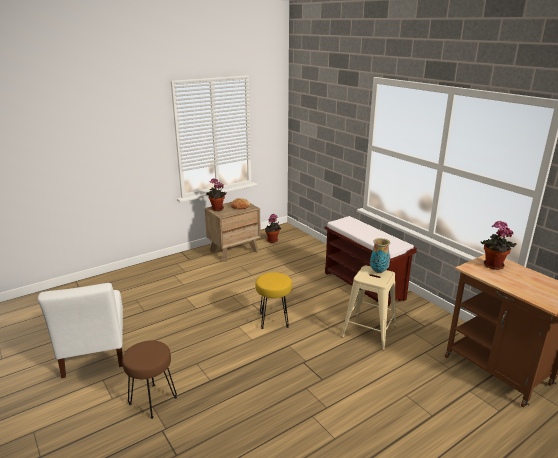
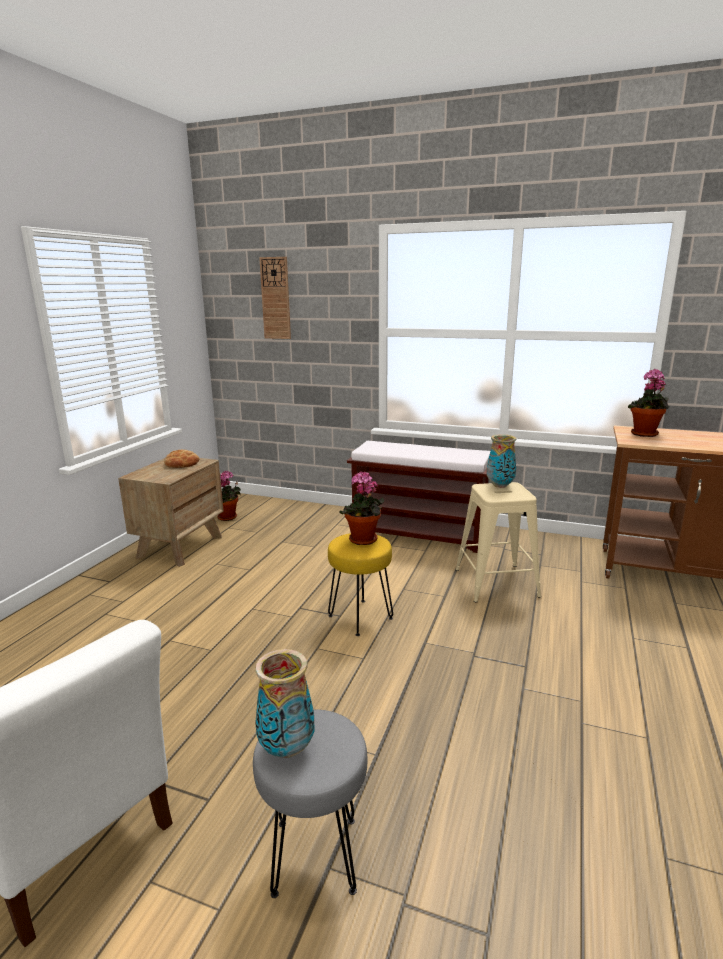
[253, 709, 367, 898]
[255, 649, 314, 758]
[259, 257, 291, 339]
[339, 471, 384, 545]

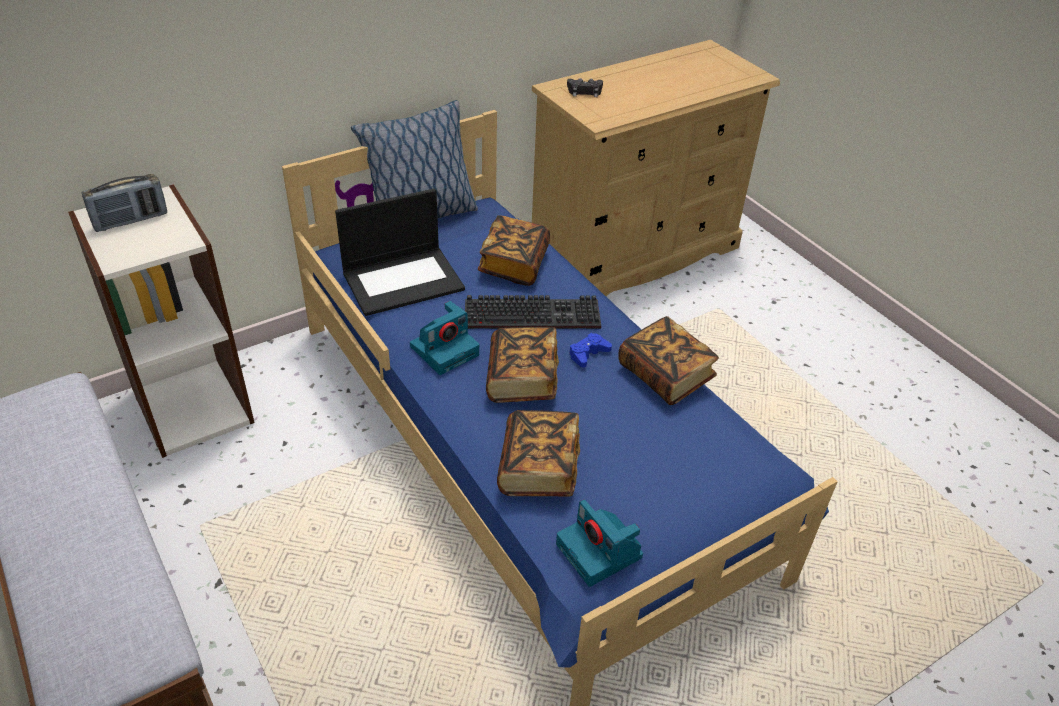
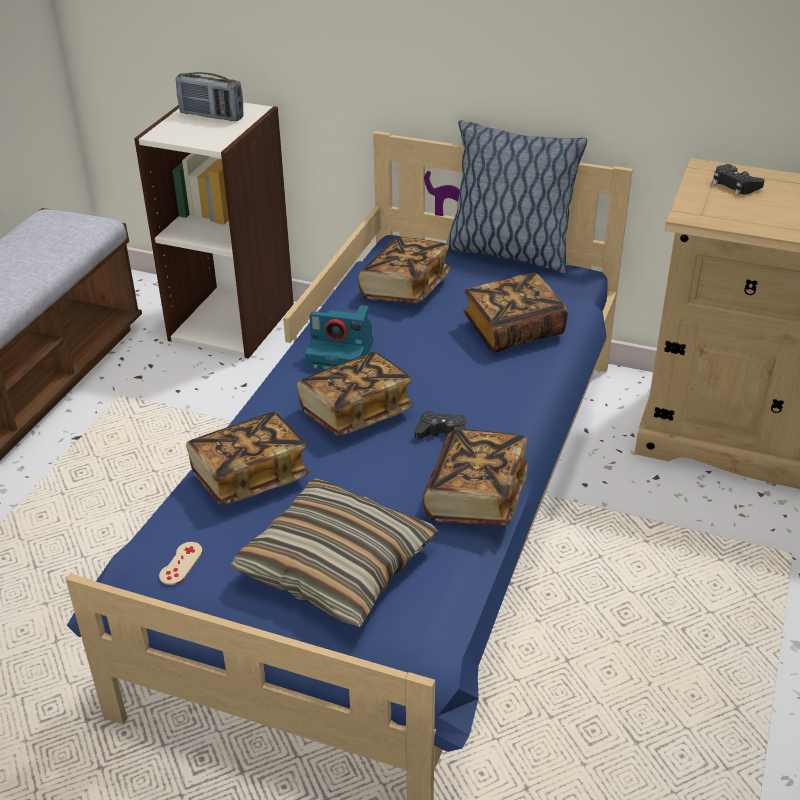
[159, 542, 203, 585]
[230, 478, 439, 627]
[358, 237, 451, 303]
[415, 411, 467, 439]
[465, 295, 601, 329] (first image)

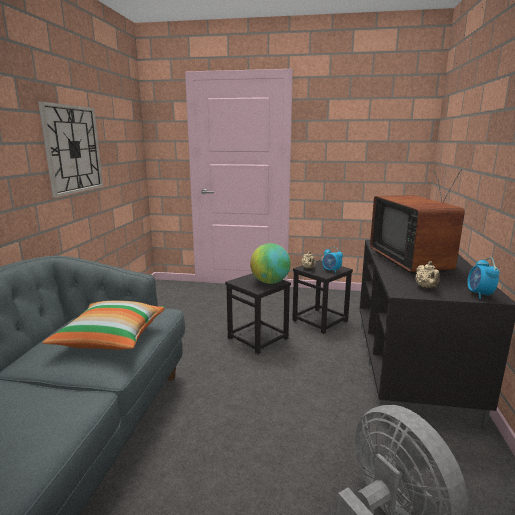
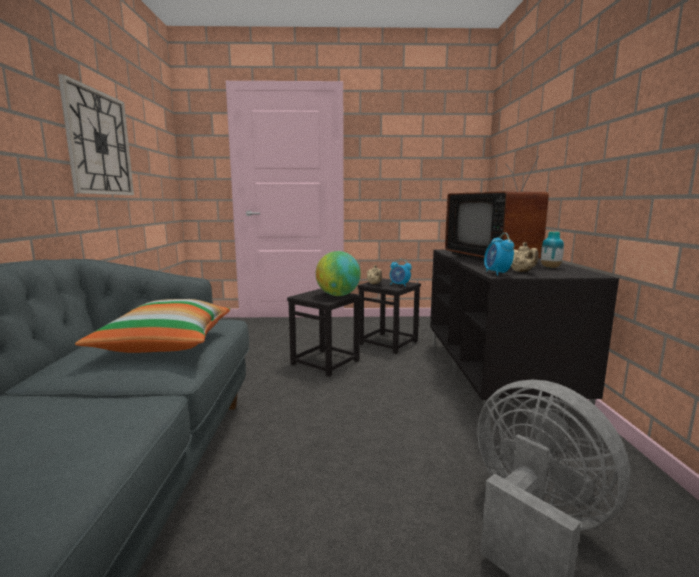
[484, 233, 514, 276]
[541, 231, 564, 268]

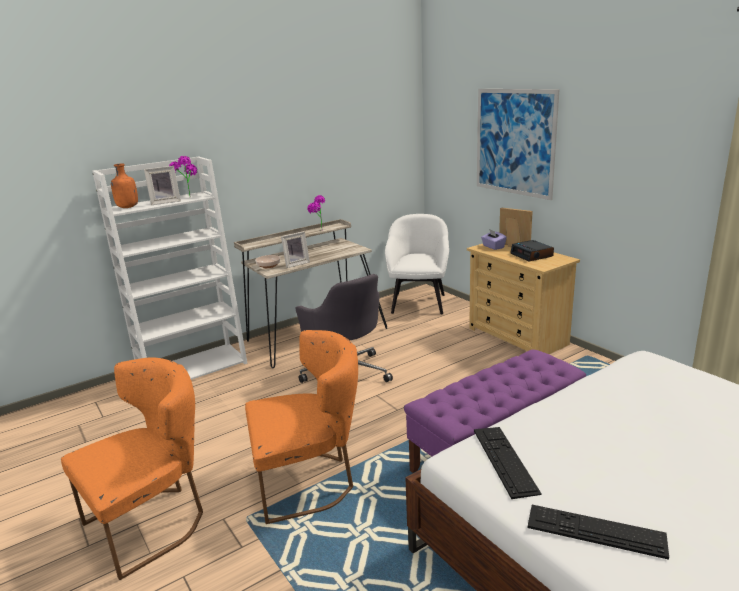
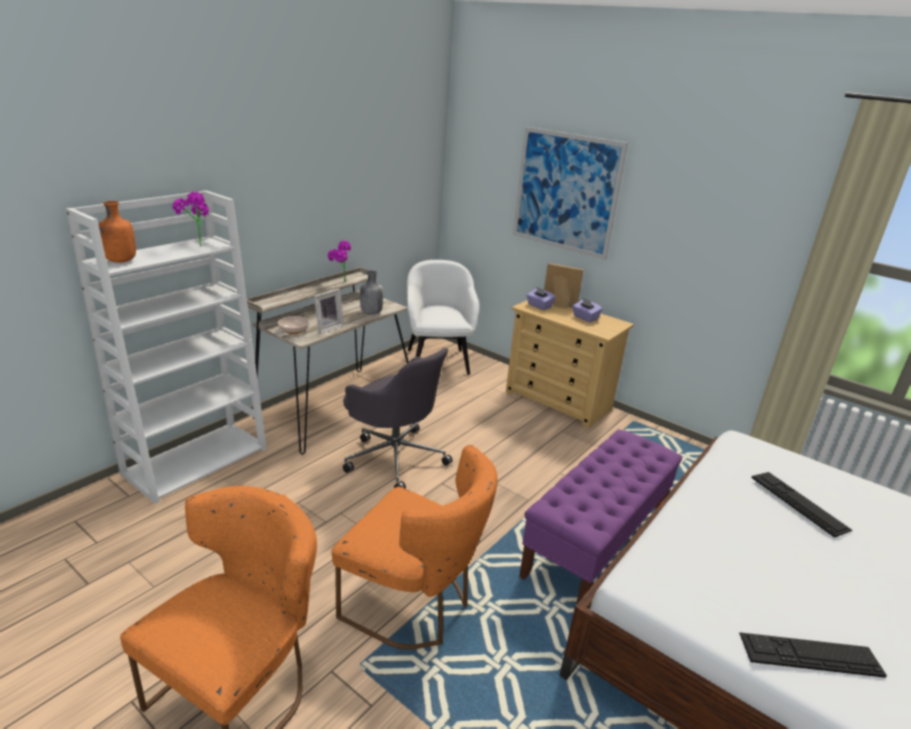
[332, 445, 497, 650]
[360, 271, 383, 315]
[572, 298, 603, 322]
[751, 472, 853, 538]
[144, 166, 181, 205] (first image)

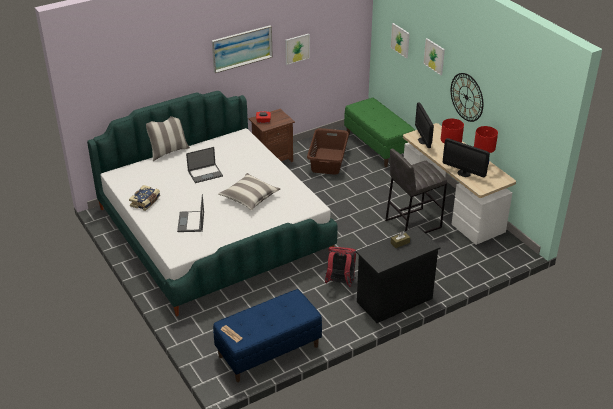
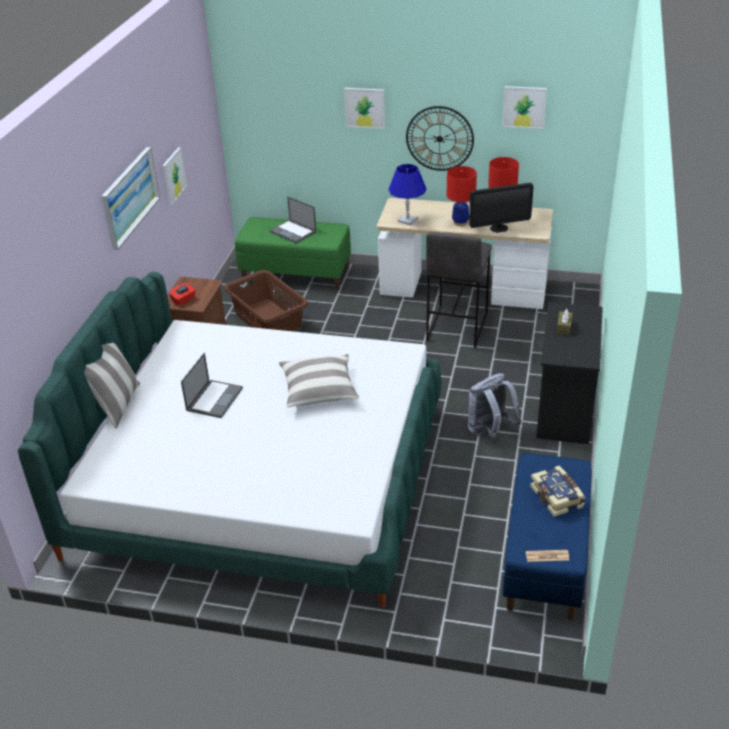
[269, 196, 316, 243]
[388, 164, 427, 225]
[468, 373, 522, 438]
[502, 86, 547, 129]
[530, 466, 585, 517]

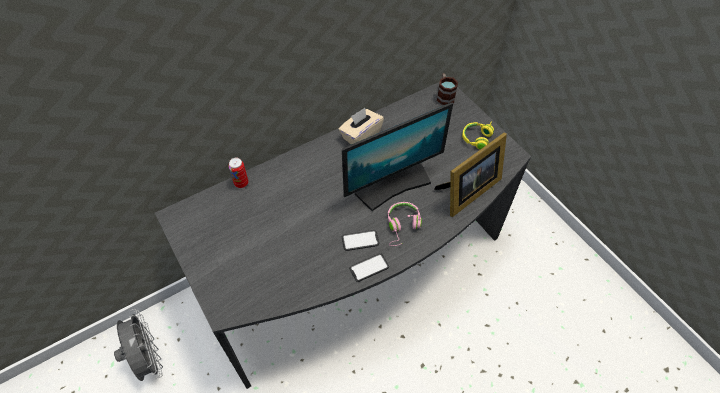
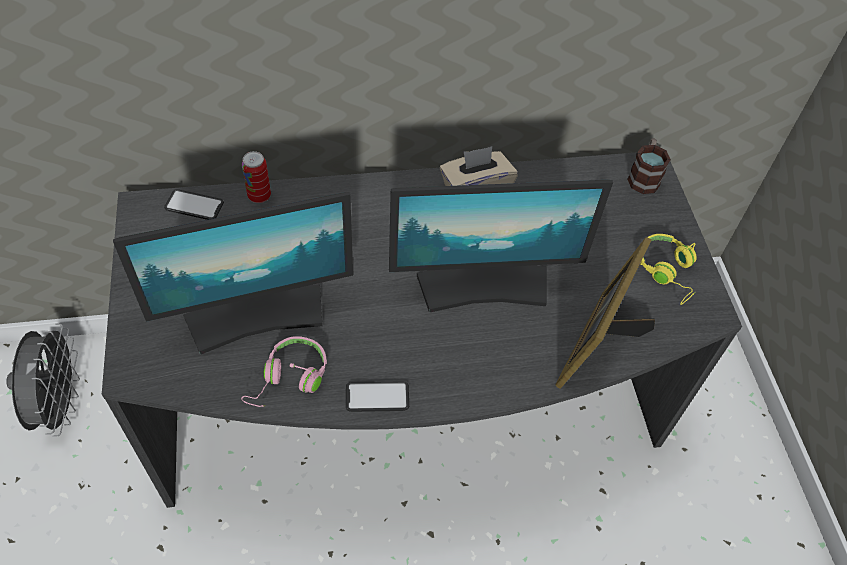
[113, 192, 353, 355]
[164, 189, 224, 220]
[241, 336, 327, 407]
[556, 237, 655, 389]

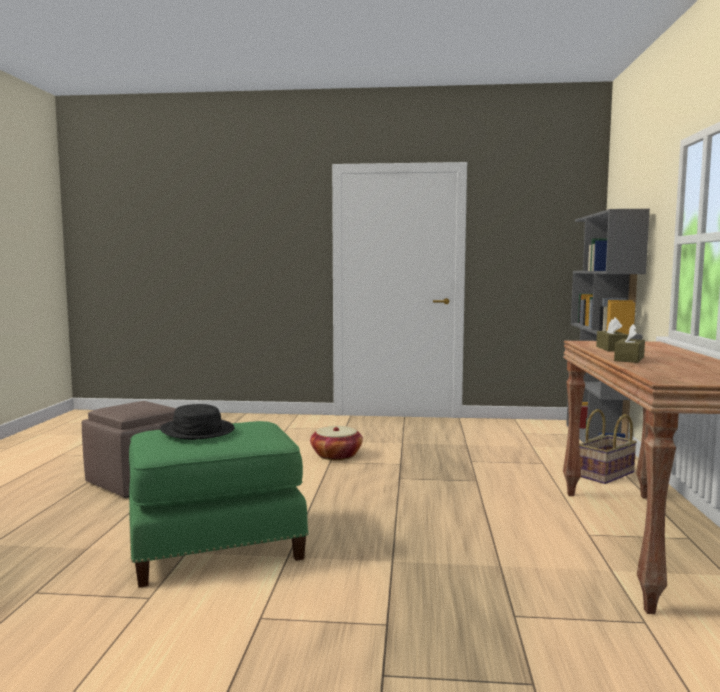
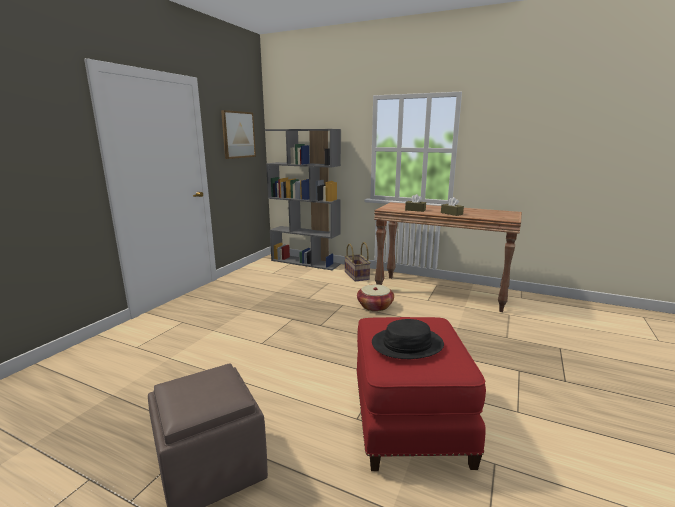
[221, 110, 256, 159]
[356, 317, 486, 471]
[357, 284, 394, 311]

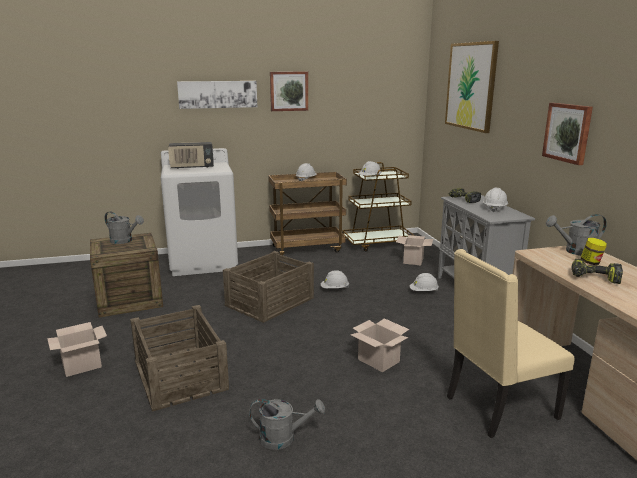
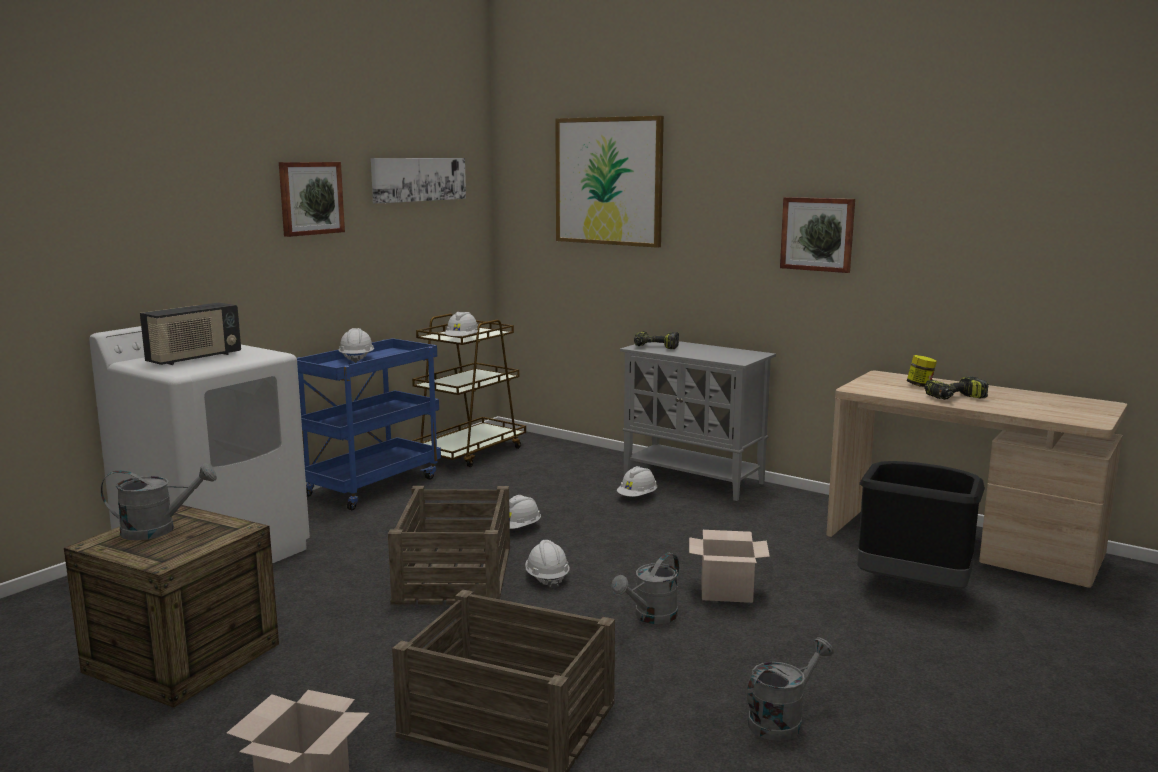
[297, 338, 441, 510]
[371, 158, 466, 204]
[525, 540, 570, 589]
[612, 553, 679, 624]
[857, 461, 985, 589]
[396, 235, 433, 265] (first image)

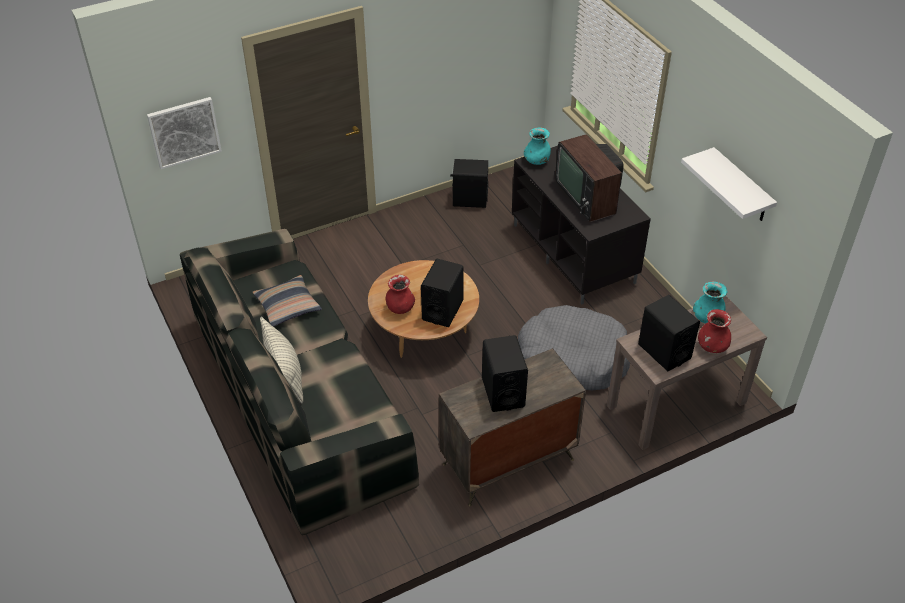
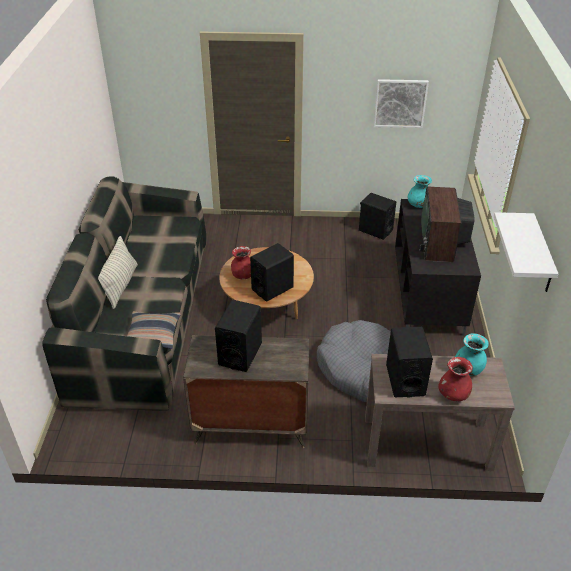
[127, 311, 181, 349]
[374, 79, 429, 128]

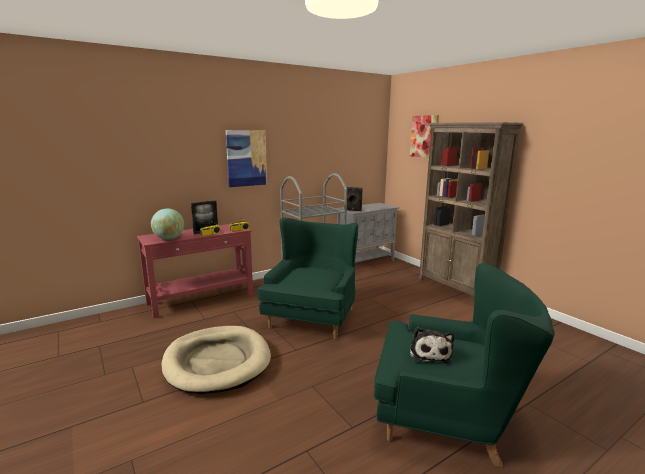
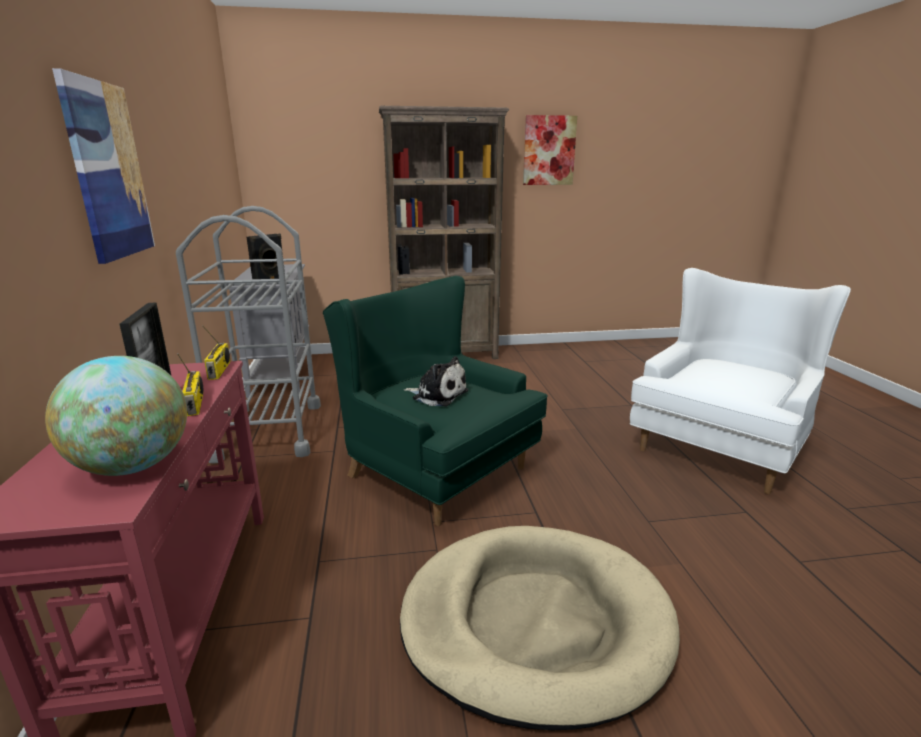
[404, 356, 468, 406]
[523, 115, 577, 185]
[630, 268, 851, 494]

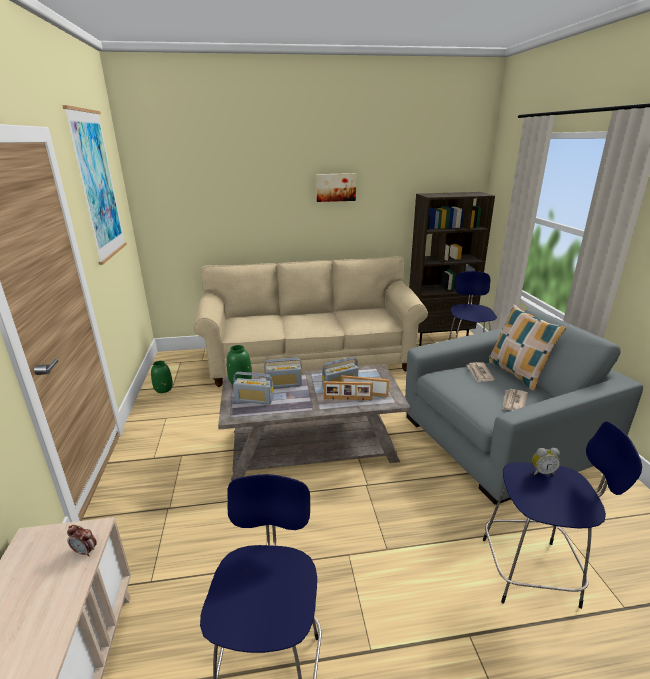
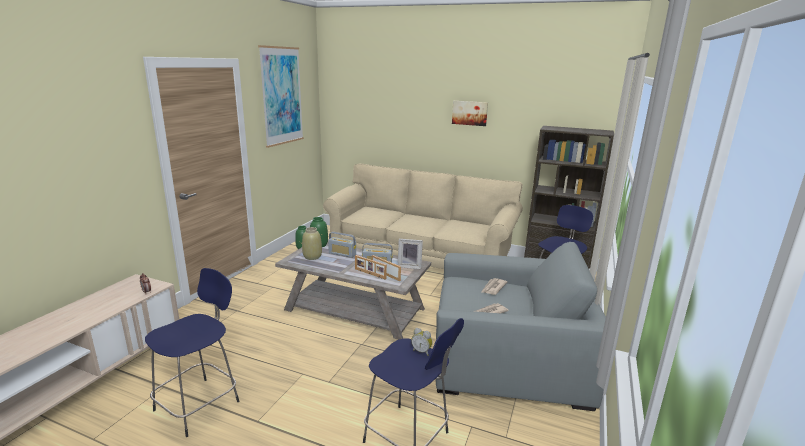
[302, 227, 322, 260]
[398, 239, 423, 269]
[487, 304, 566, 391] (first image)

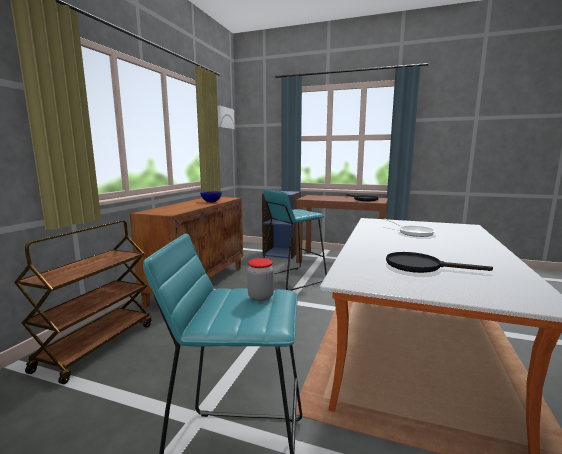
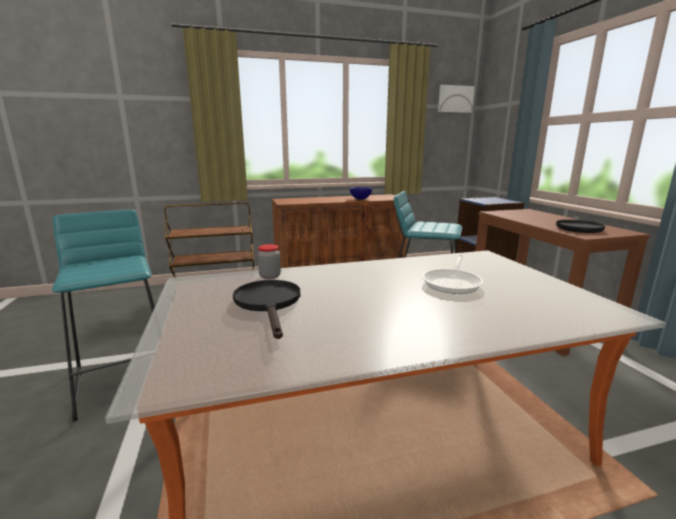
[258, 244, 281, 279]

